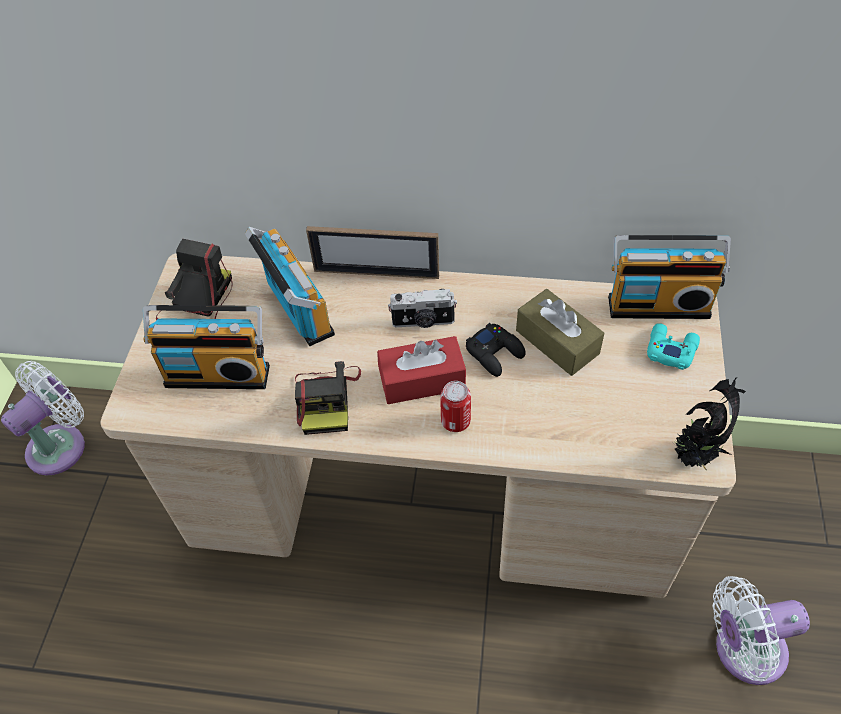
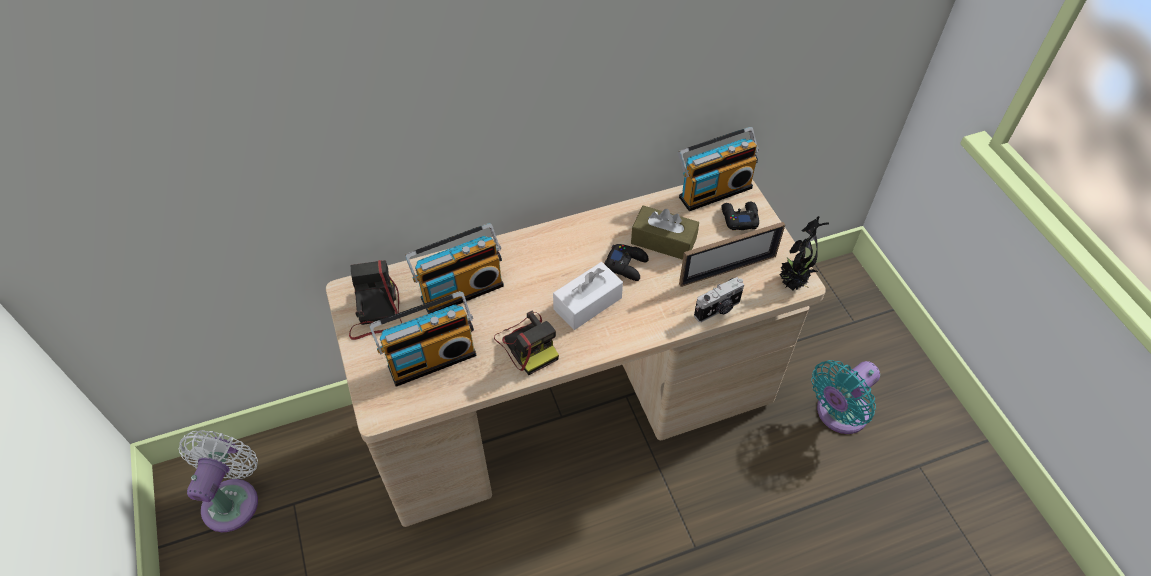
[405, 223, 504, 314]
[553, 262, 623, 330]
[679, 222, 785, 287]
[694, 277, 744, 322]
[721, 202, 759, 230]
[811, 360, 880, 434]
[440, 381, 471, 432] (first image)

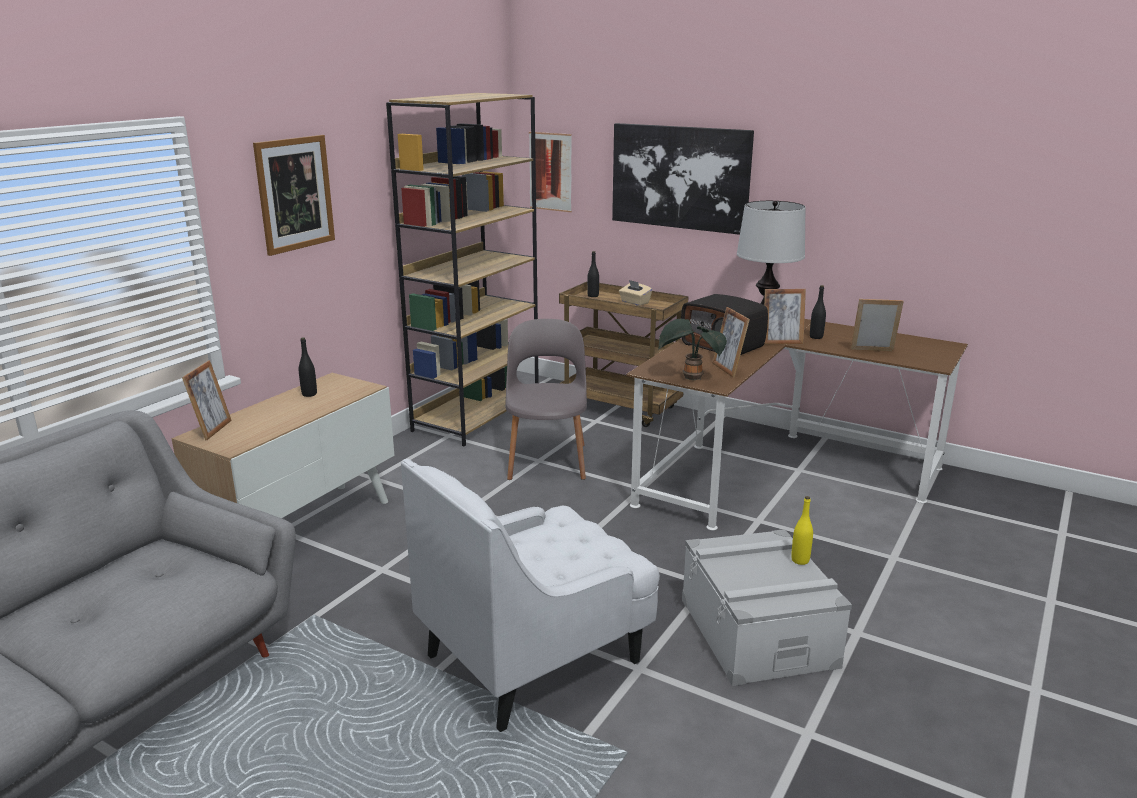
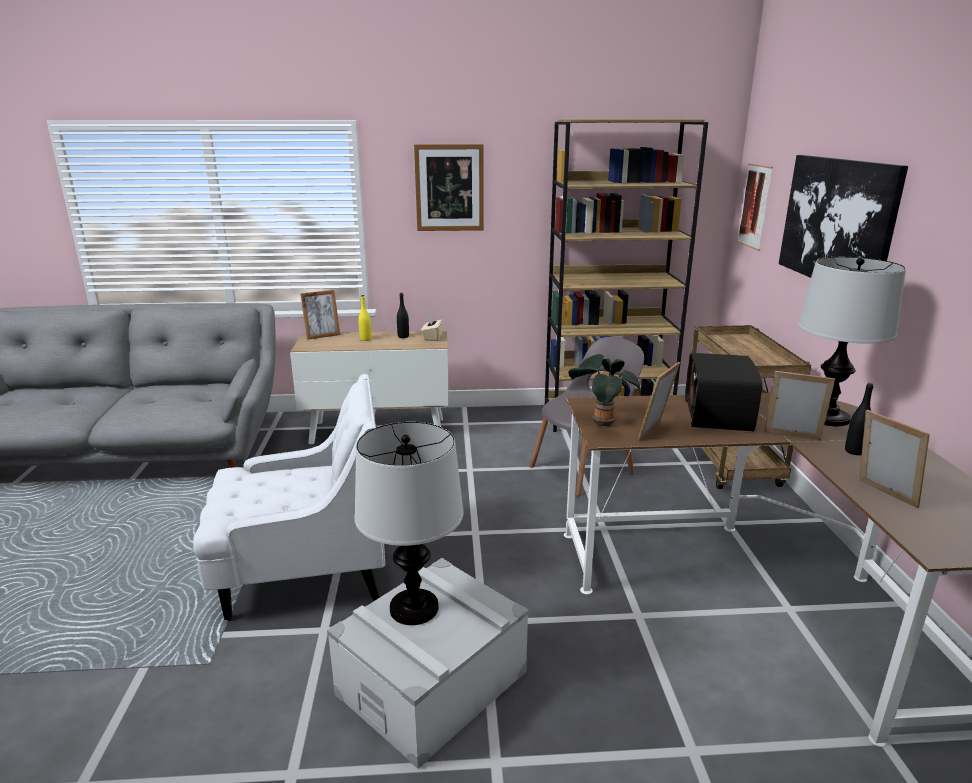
[193, 374, 385, 621]
[355, 422, 463, 625]
[358, 295, 371, 341]
[421, 315, 444, 341]
[764, 371, 835, 440]
[587, 251, 599, 297] (first image)

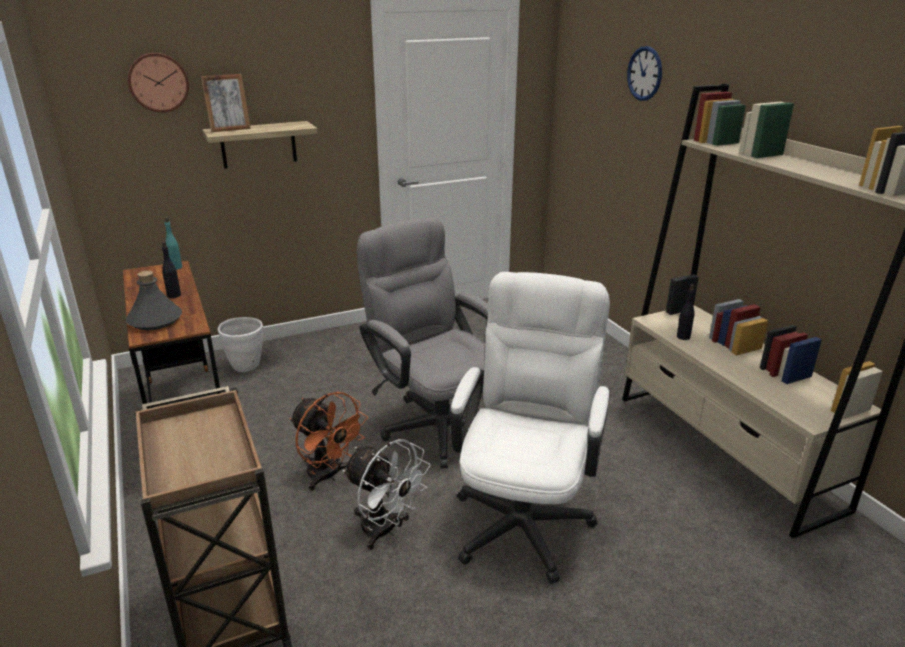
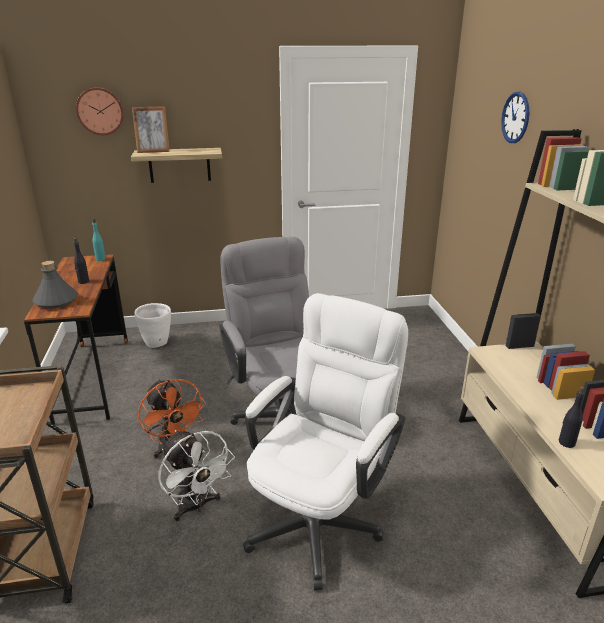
[559, 387, 585, 448]

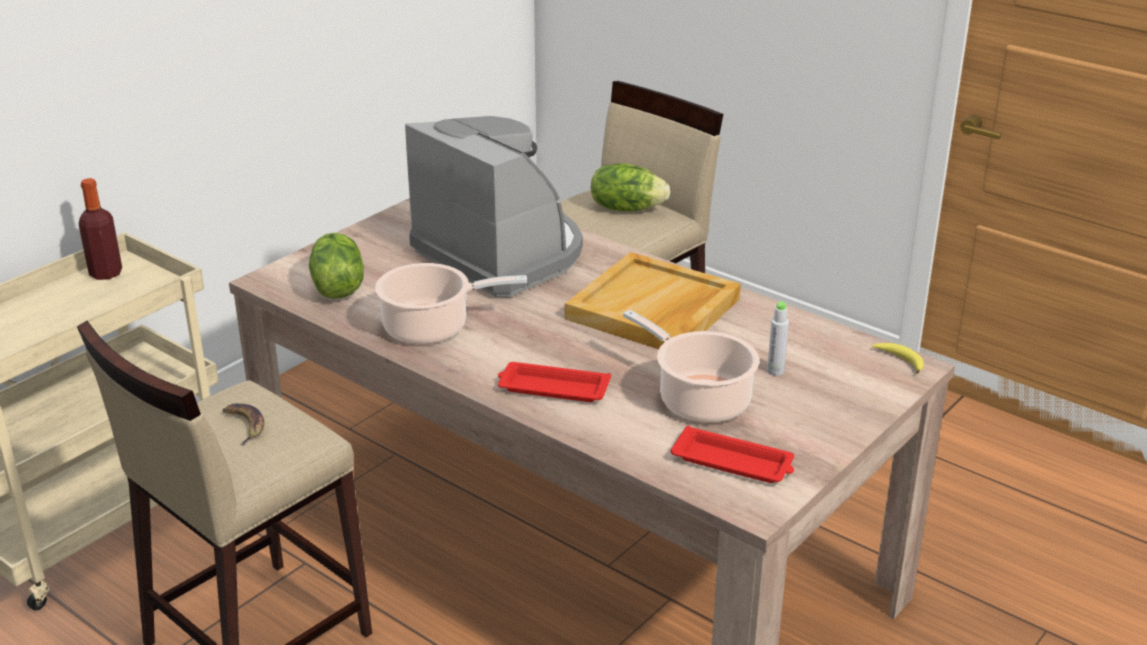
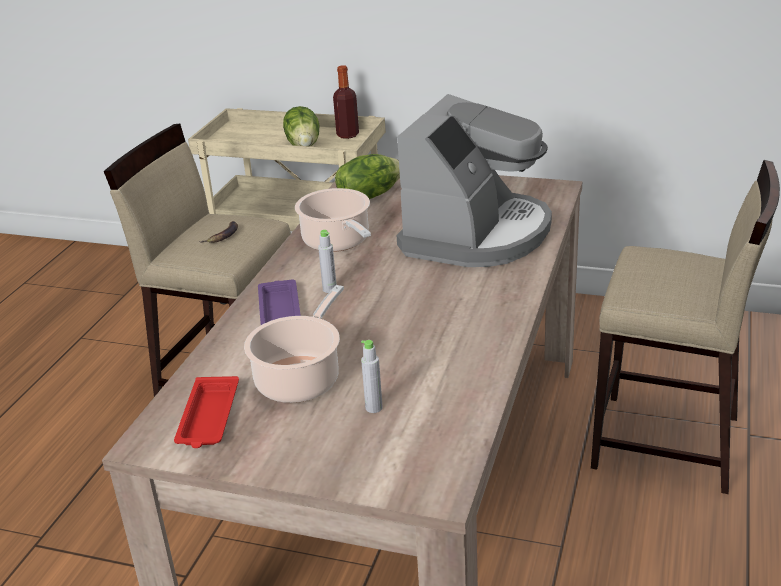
[258, 279, 301, 325]
[283, 106, 319, 147]
[318, 230, 337, 293]
[565, 252, 741, 349] (first image)
[872, 343, 924, 374] (first image)

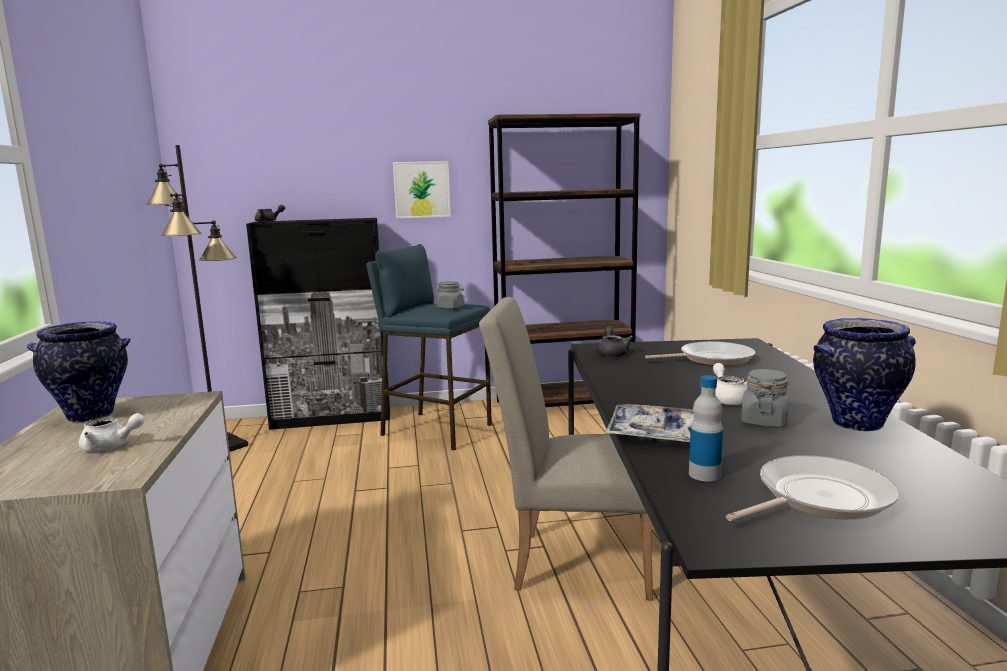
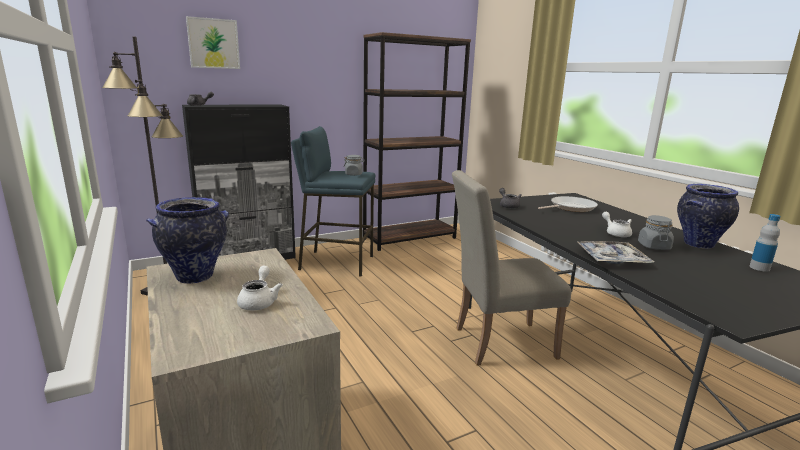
[186, 16, 240, 69]
[237, 266, 283, 310]
[750, 214, 780, 272]
[726, 455, 900, 521] (first image)

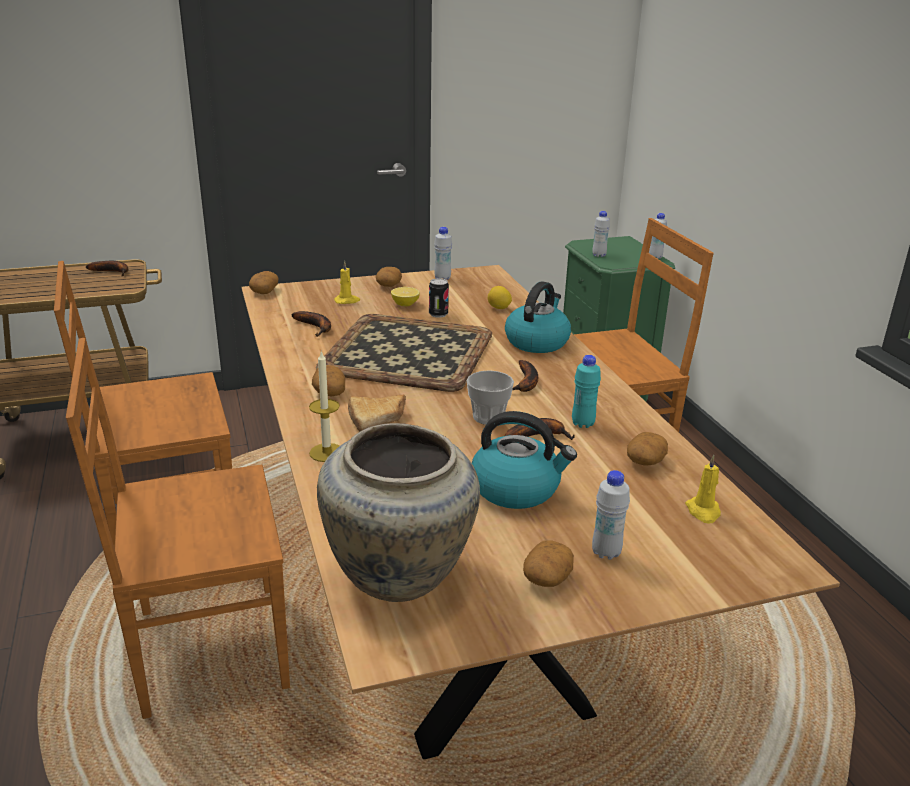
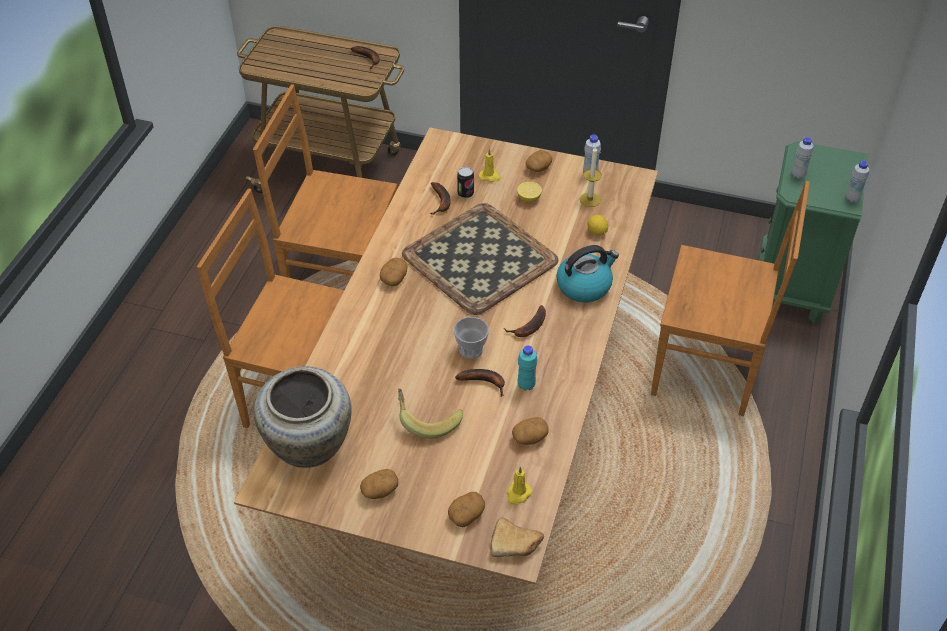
[398, 389, 463, 439]
[448, 492, 485, 527]
[457, 167, 474, 198]
[490, 517, 544, 557]
[580, 146, 602, 207]
[592, 470, 630, 560] (first image)

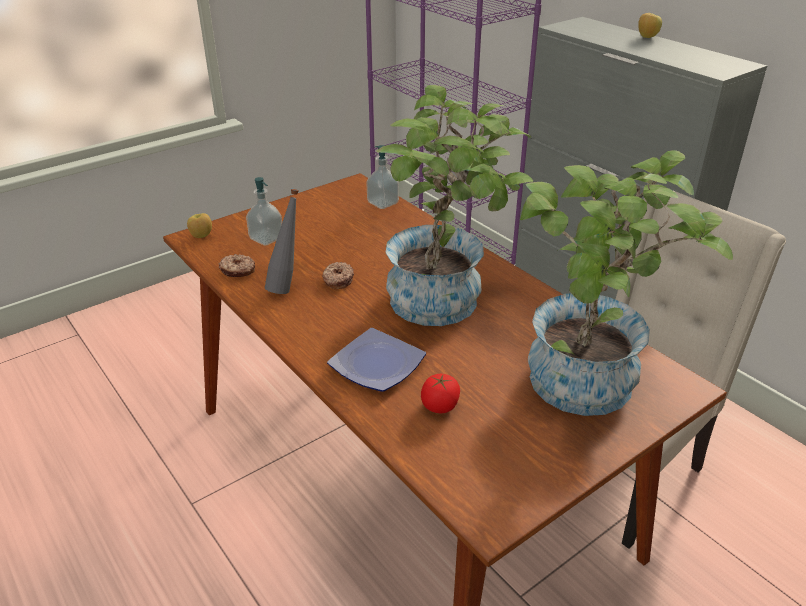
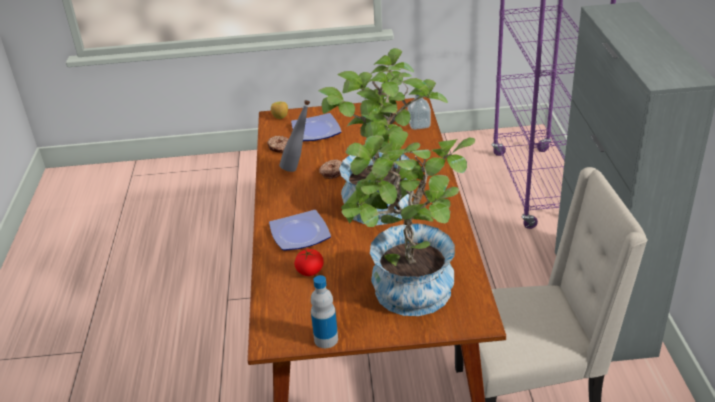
[291, 113, 342, 141]
[311, 275, 338, 348]
[638, 13, 662, 38] (first image)

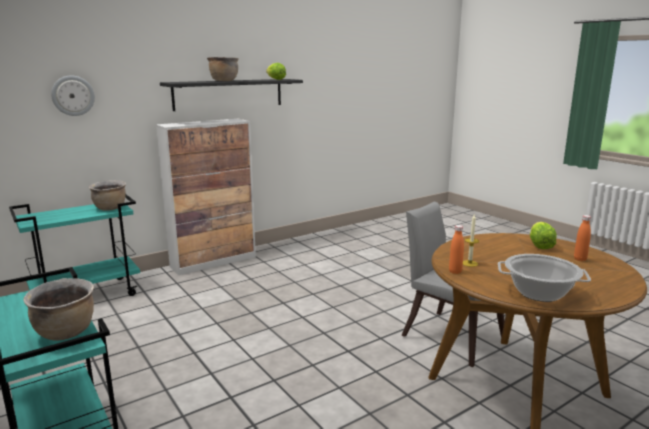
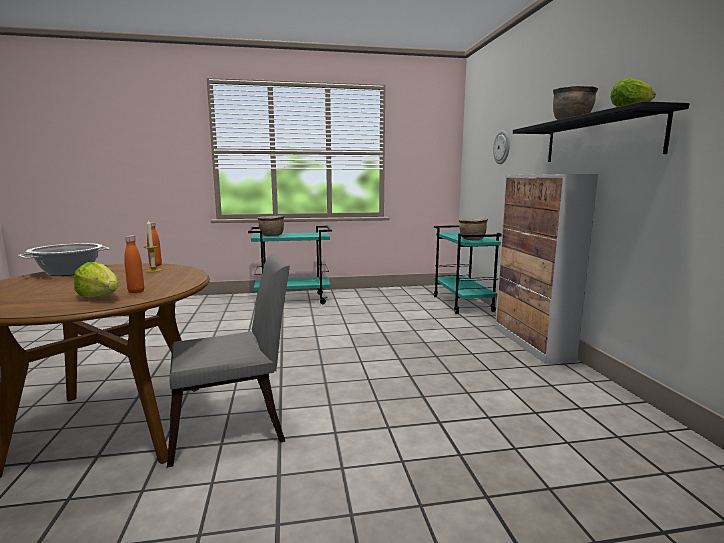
[124, 235, 144, 293]

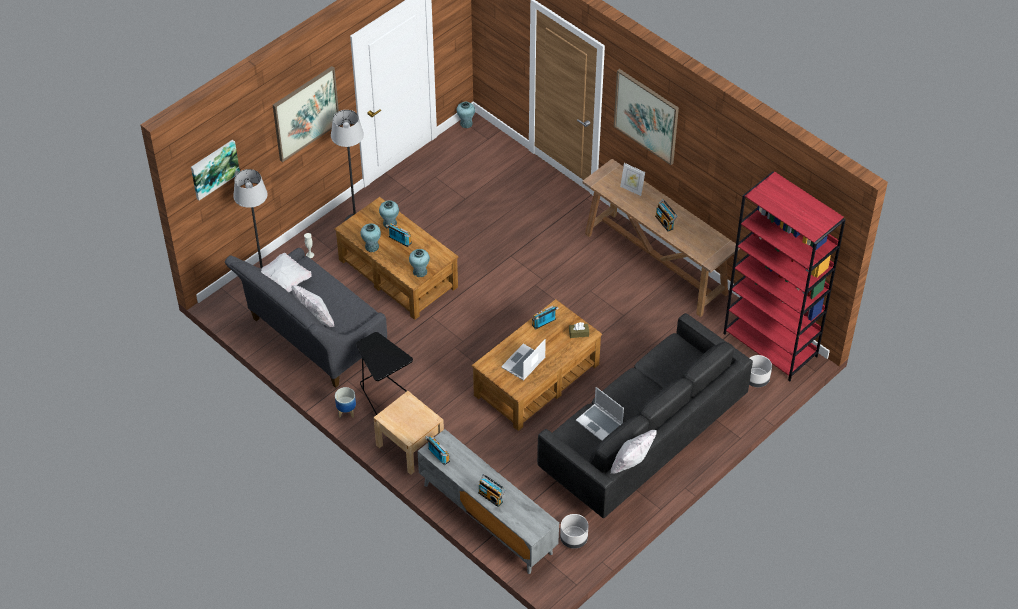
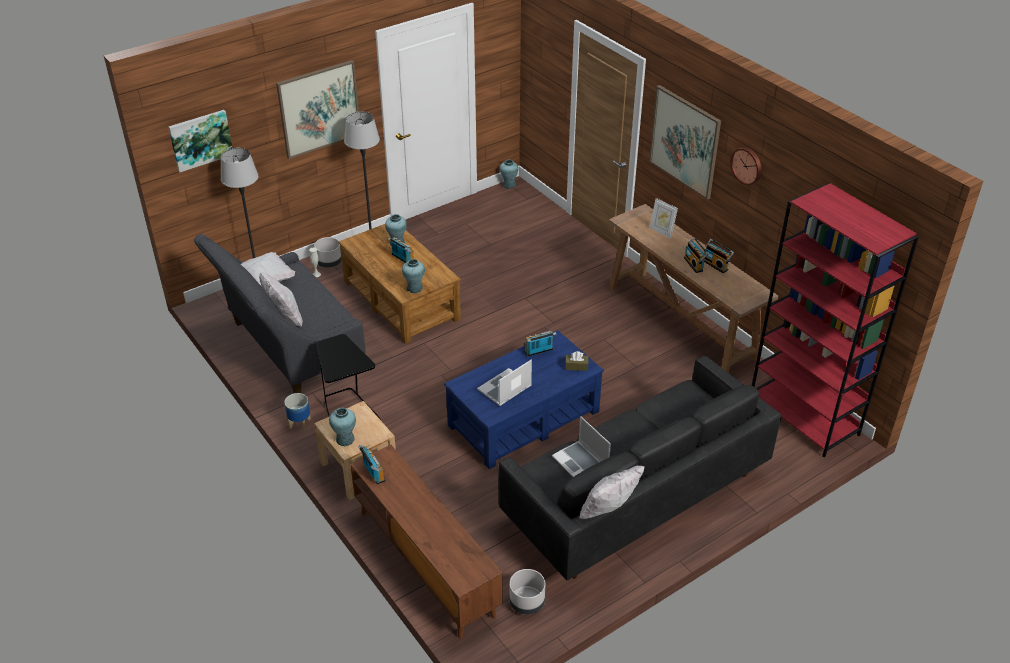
[314, 237, 342, 268]
[329, 407, 356, 446]
[350, 445, 502, 639]
[444, 330, 604, 469]
[704, 239, 734, 273]
[731, 147, 762, 185]

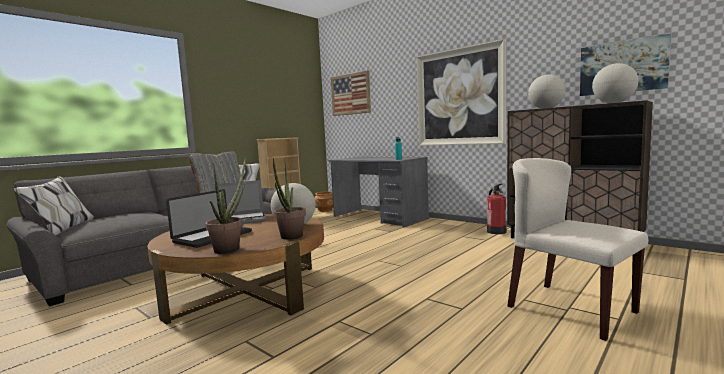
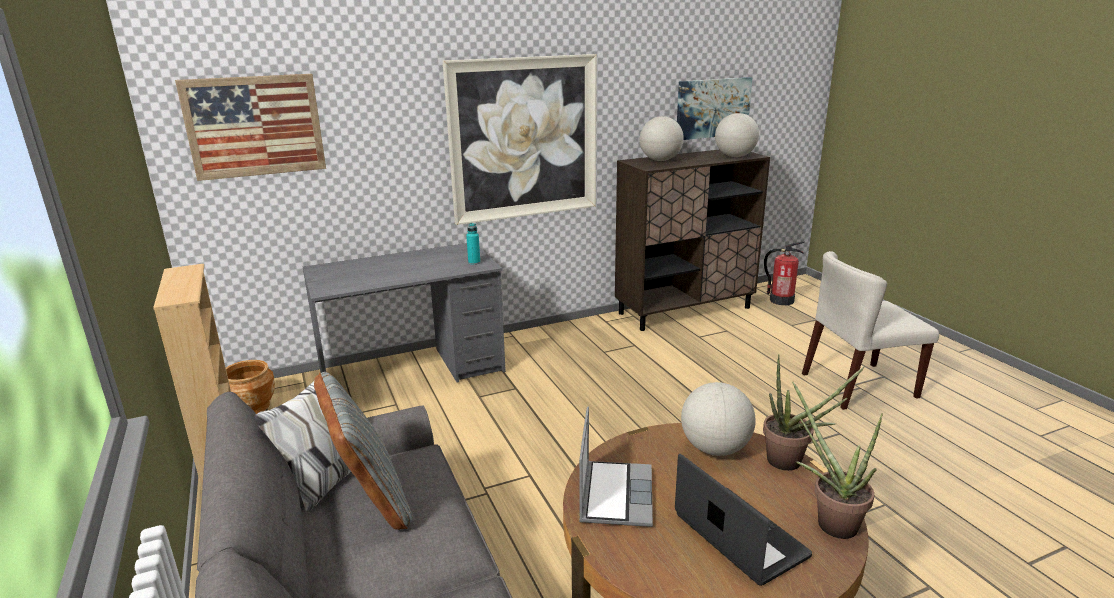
[764, 242, 805, 305]

